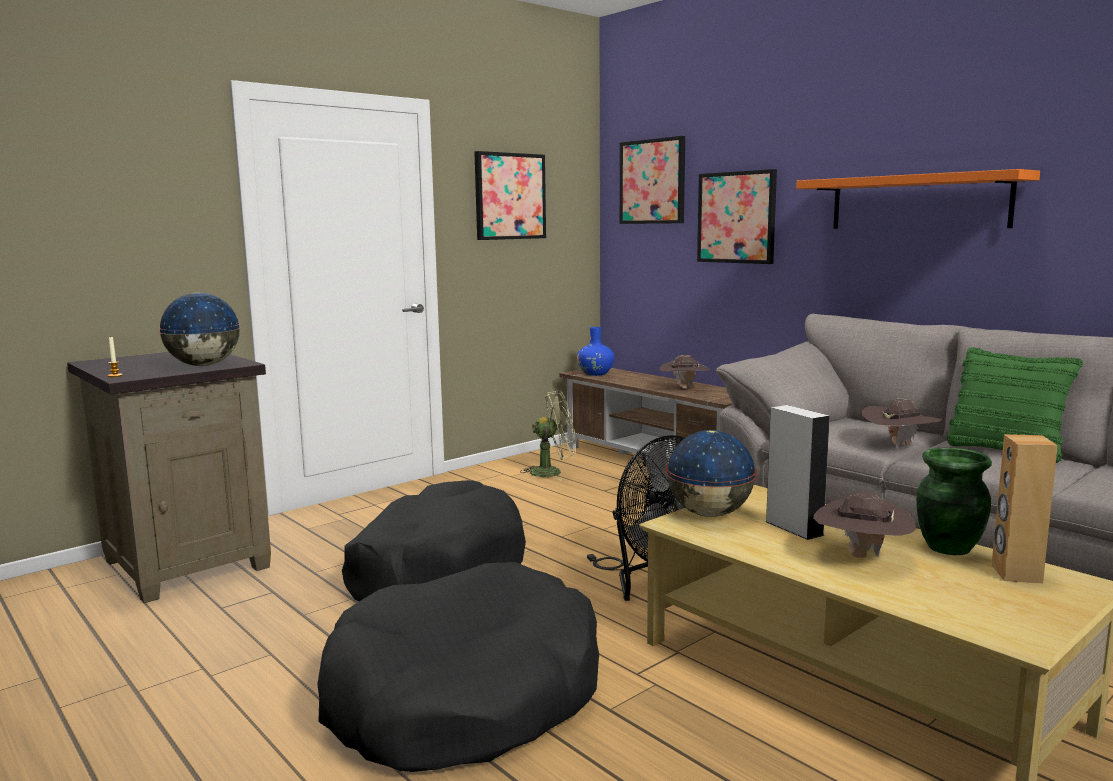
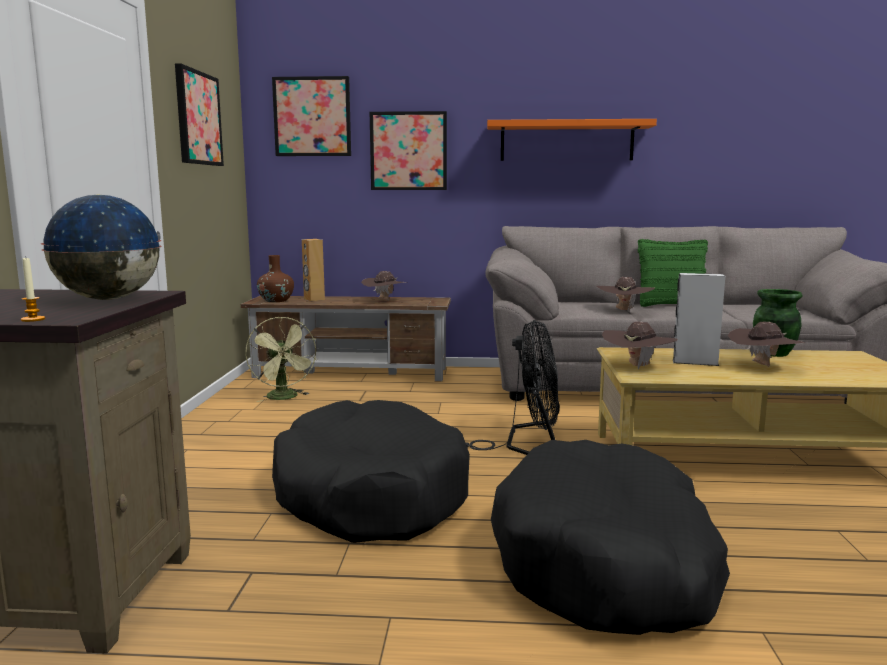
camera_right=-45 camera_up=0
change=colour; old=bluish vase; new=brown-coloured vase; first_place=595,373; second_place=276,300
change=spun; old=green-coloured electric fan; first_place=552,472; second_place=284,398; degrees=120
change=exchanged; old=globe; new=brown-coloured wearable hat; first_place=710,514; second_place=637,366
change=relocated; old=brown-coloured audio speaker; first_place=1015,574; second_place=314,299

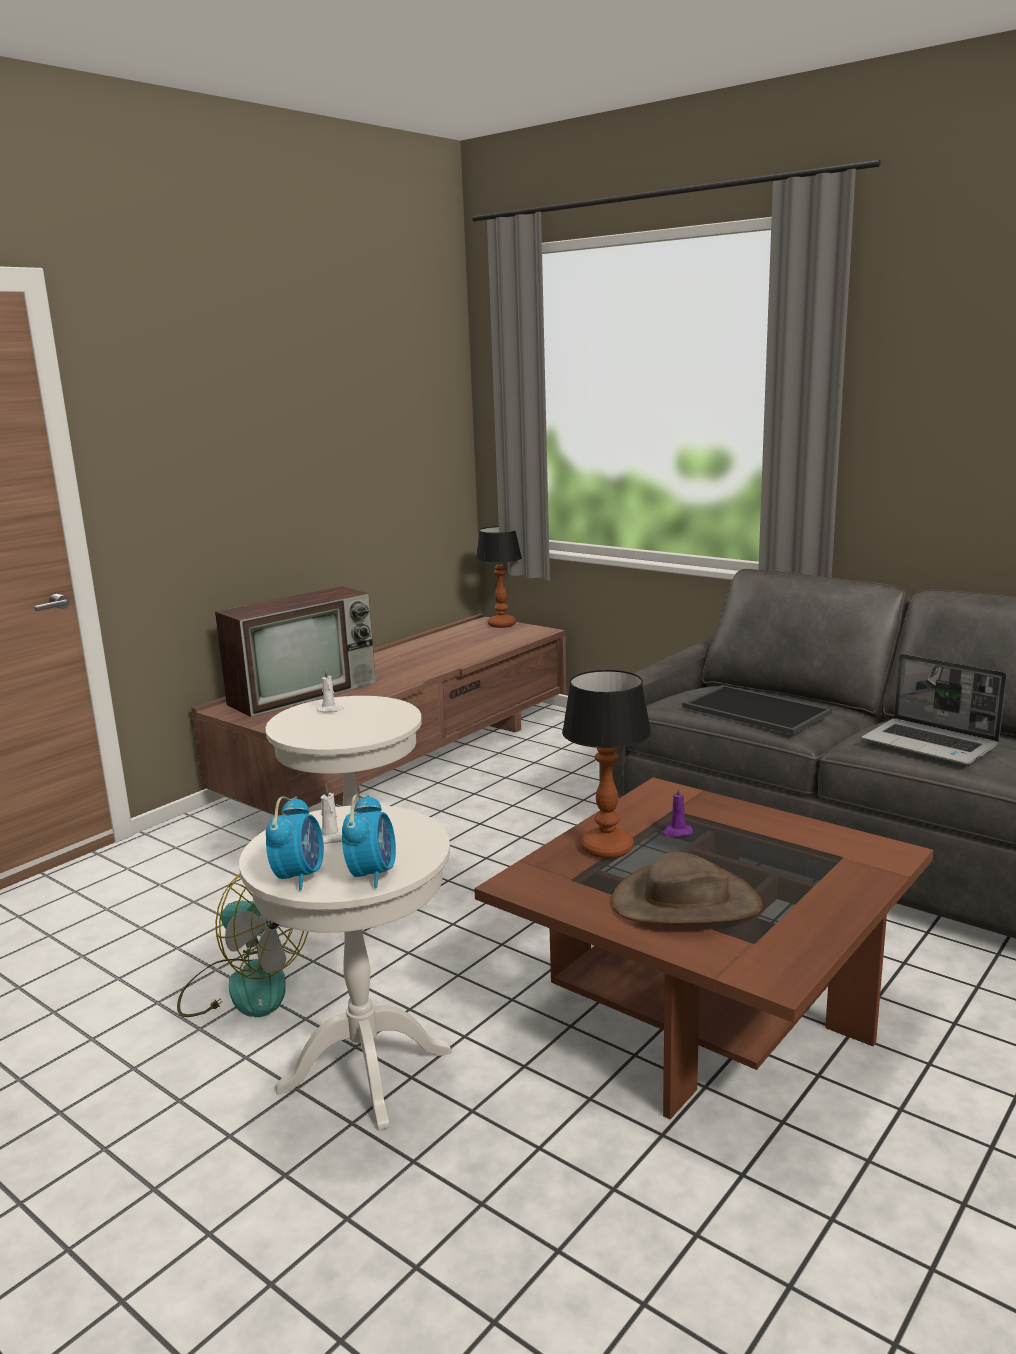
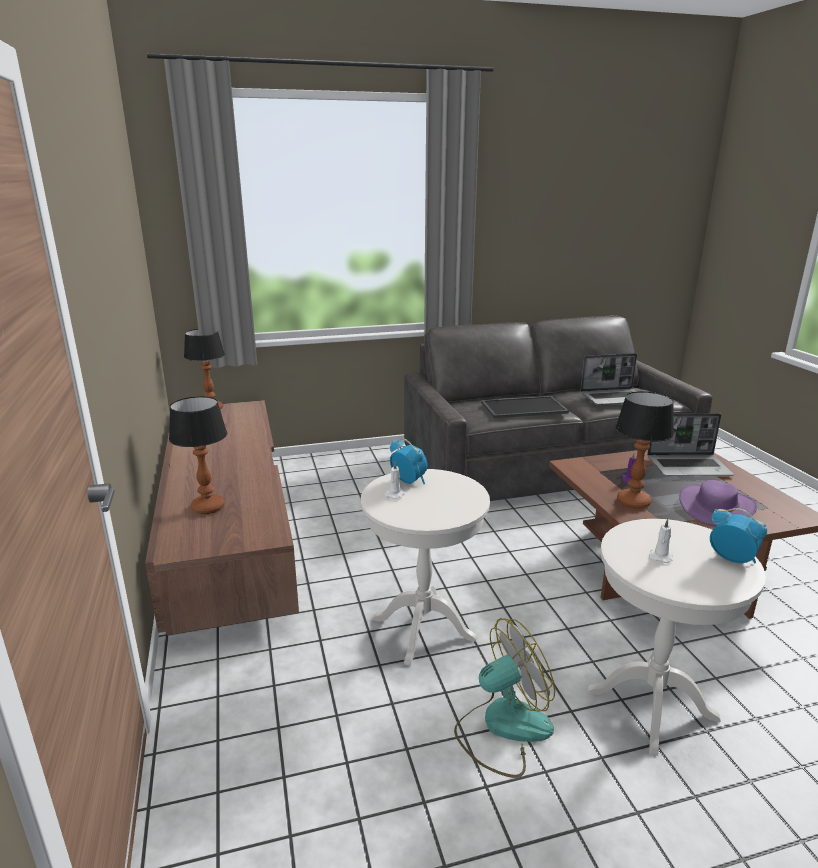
camera_right=-55 camera_up=5
change=exchanged; old=TV; new=tabletop lamp; first_place=305,692; second_place=207,507
change=relocated; old=alarm clock; first_place=299,876; second_place=409,481
change=colour; old=brown-coloured wearable hat; new=purple-coloured wearable hat; first_place=686,903; second_place=716,507
change=appeared; new=laptop; second_place=689,467

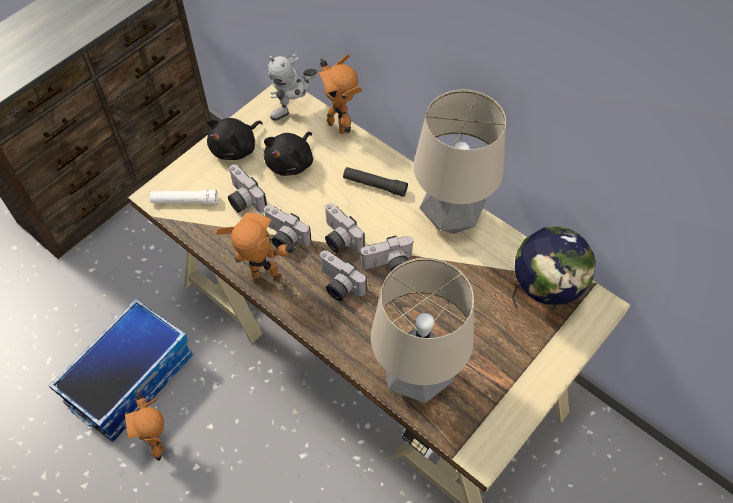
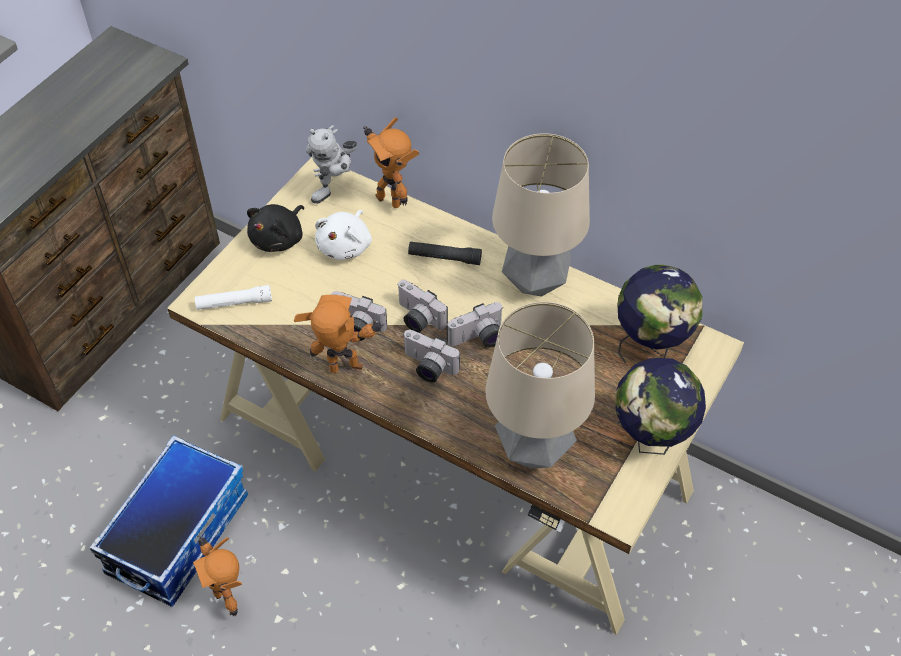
camera_right=-10 camera_up=-5
change=colour; old=black-coloured soft toy; new=white soft toy; first_place=291,162; second_place=346,246
change=missing; old=still camera; first_place=243,200
change=appeared; new=globe; second_place=650,439

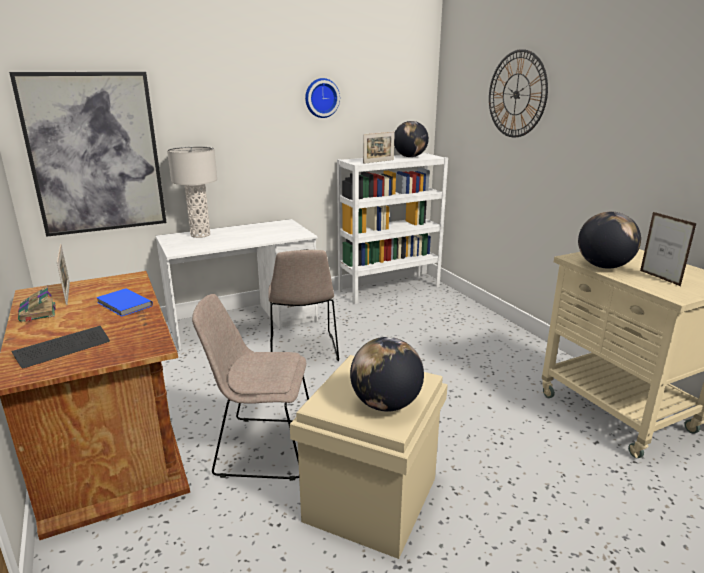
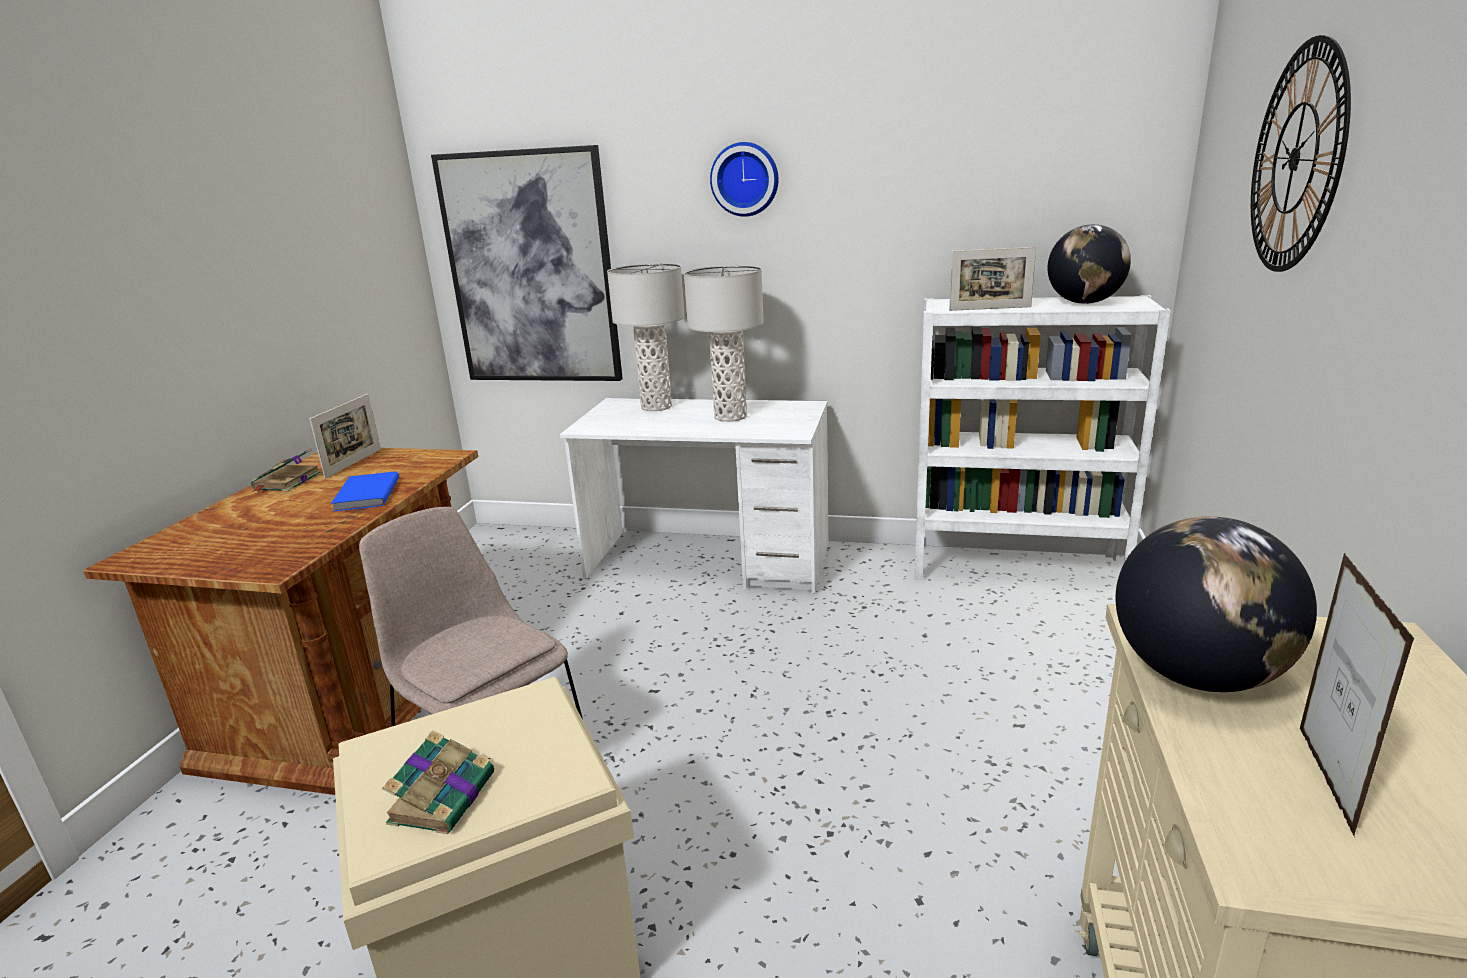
camera_right=40 camera_up=0
change=relocated; old=wall clock; first_place=321,98; second_place=745,179
change=missing; old=sand-coloured upright chair; first_place=303,351
change=missing; old=computer keyboard; first_place=63,348
change=exchanged; old=globe; new=volume; first_place=385,404; second_place=444,796
change=appeared; new=white tabletop lamp; second_place=731,416

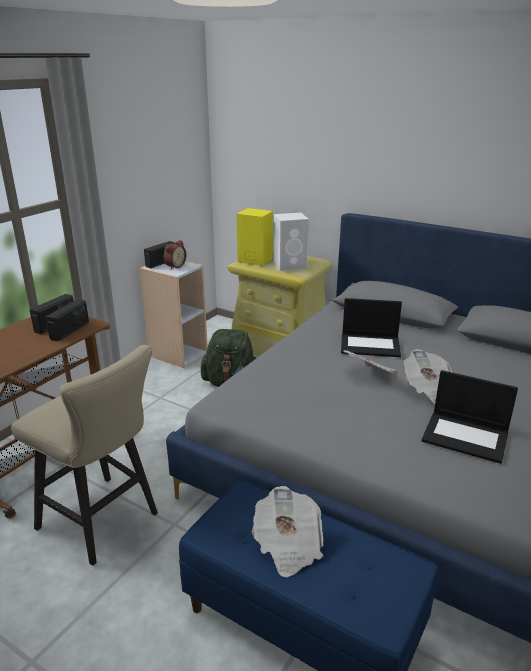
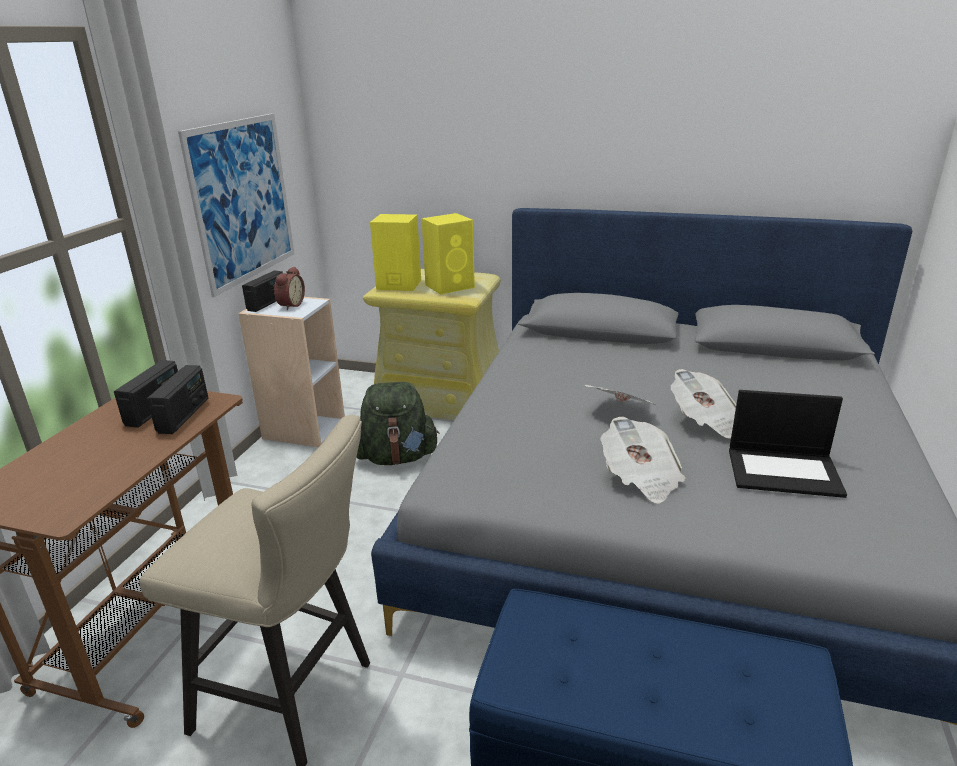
camera_right=-15 camera_up=0
change=colour; old=white audio speaker; new=yellow-coloured audio speaker; first_place=290,265; second_place=451,286
change=missing; old=laptop; first_place=370,345
change=relocated; old=newspaper; first_place=288,545; second_place=641,478
change=appeared; new=wall picture; second_place=243,201

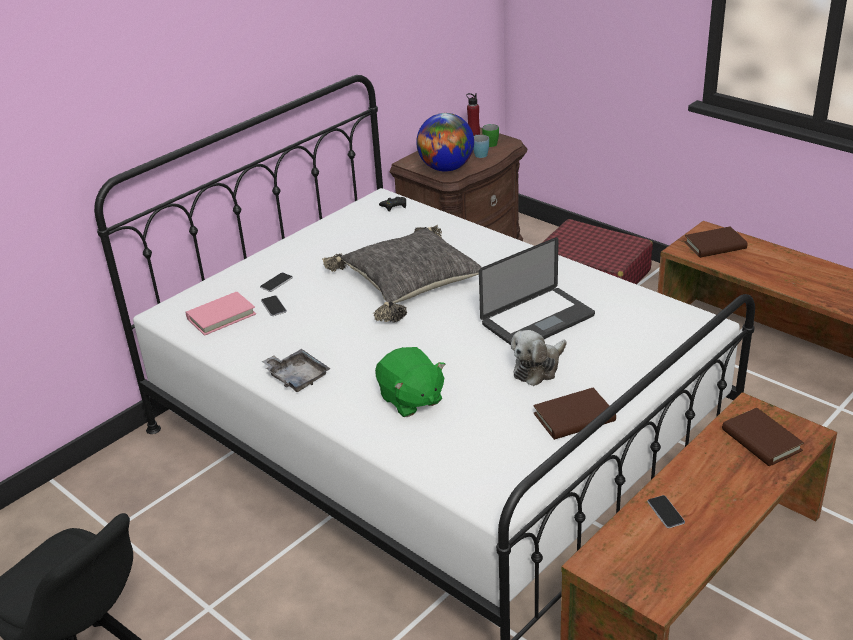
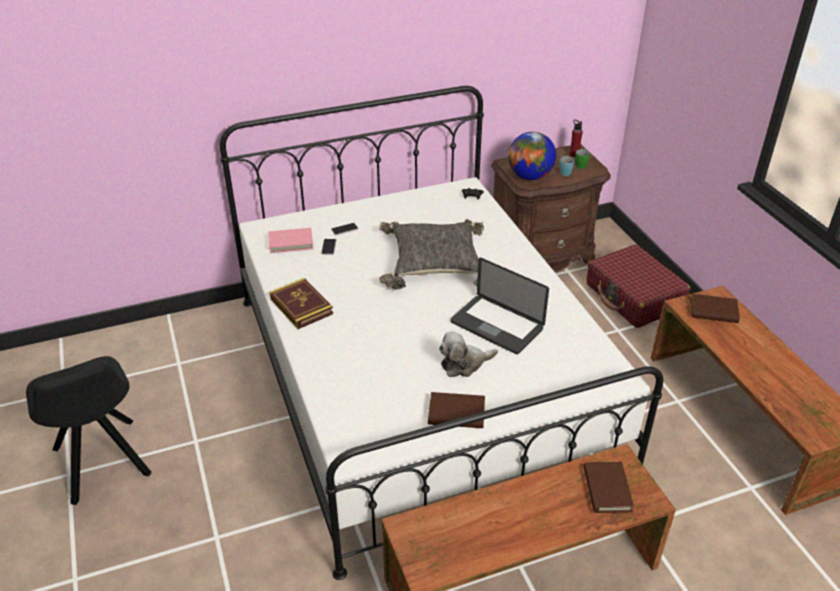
camera_right=25 camera_up=5
change=spun; old=laptop; first_place=537,320; second_place=496,325; degrees=45
change=missing; old=green-coloured soft toy; first_place=411,400
change=exchanged; old=grey carrying tray; new=volume; first_place=297,377; second_place=301,306
change=missing; old=telephone; first_place=665,512

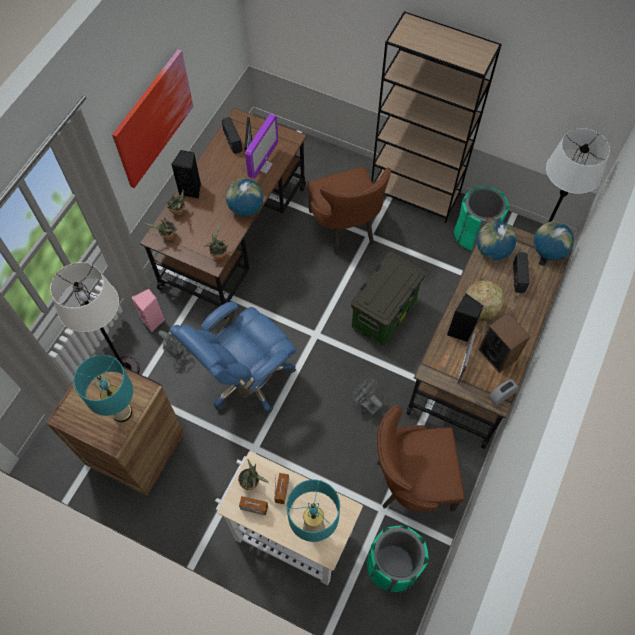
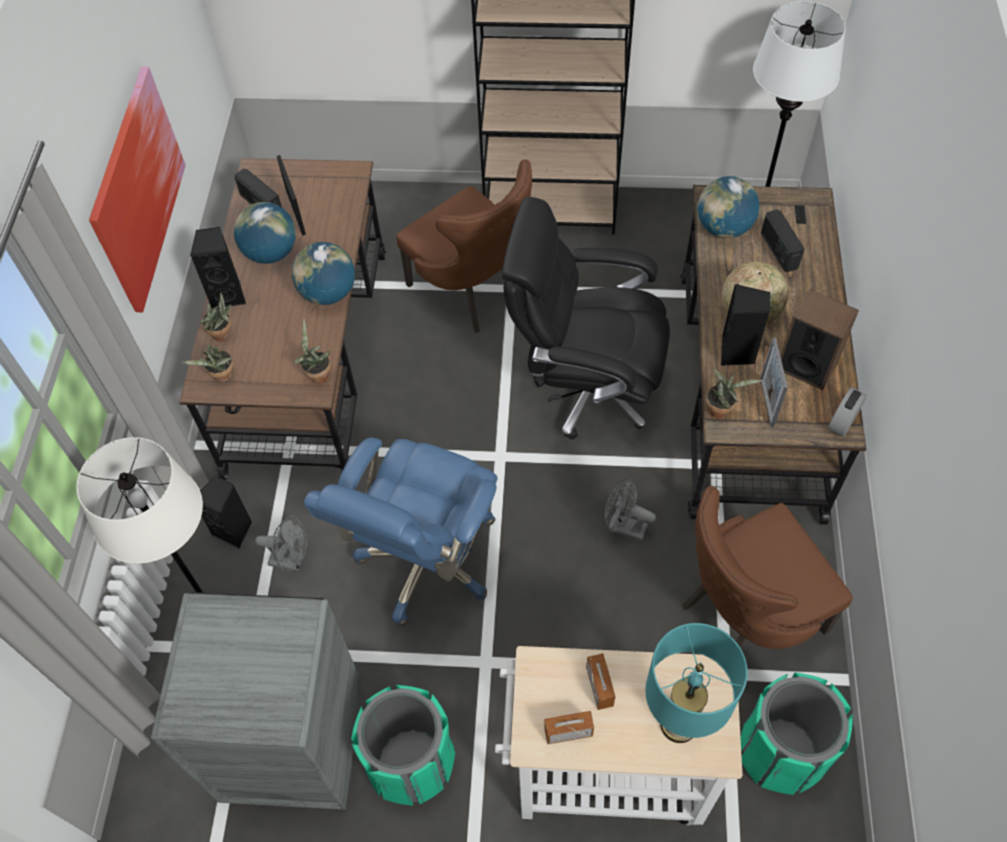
camera_right=-20 camera_up=-5
change=missing; old=computer screen; first_place=262,166
change=relocated; old=green-coloured waste bin; first_place=475,235; second_place=411,761
change=relocated; old=globe; first_place=548,250; second_place=271,252
change=exchanged; old=storage box; new=black-coloured office chair; first_place=384,313; second_place=586,389
change=colour; old=pinkish audio speaker; new=black-coloured audio speaker; first_place=153,320; second_place=234,530
change=colour; old=brown-coloured storage cabinet; new=grey storage cabinet; first_place=135,447; second_place=291,740
change=missing; old=turquoise tabletop lamp; first_place=122,413
change=relocated; old=plant in a pot; first_place=252,482; second_place=720,409

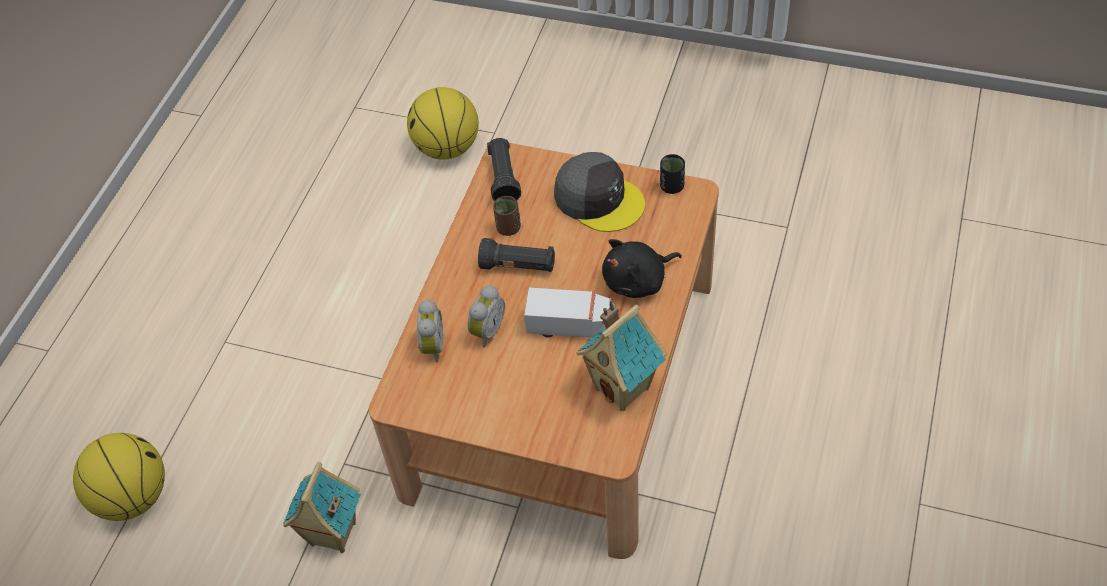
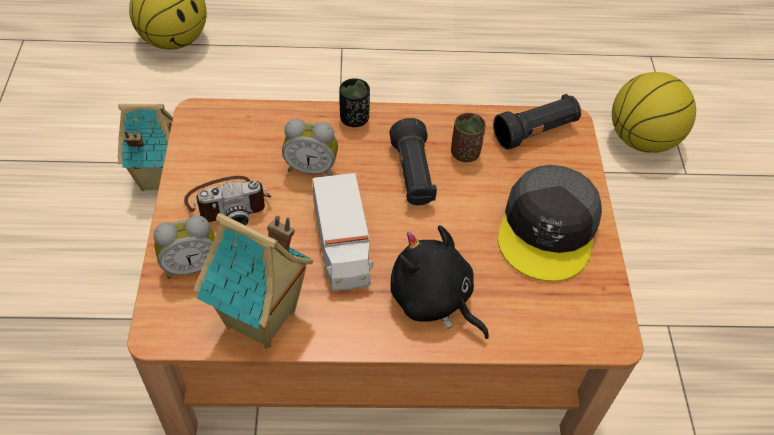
camera_right=65 camera_up=0
change=relocated; old=black-coloured cup; first_place=671,186; second_place=354,119
change=relocated; old=alarm clock; first_place=431,347; second_place=190,265
change=appeared; new=still camera; second_place=228,203

